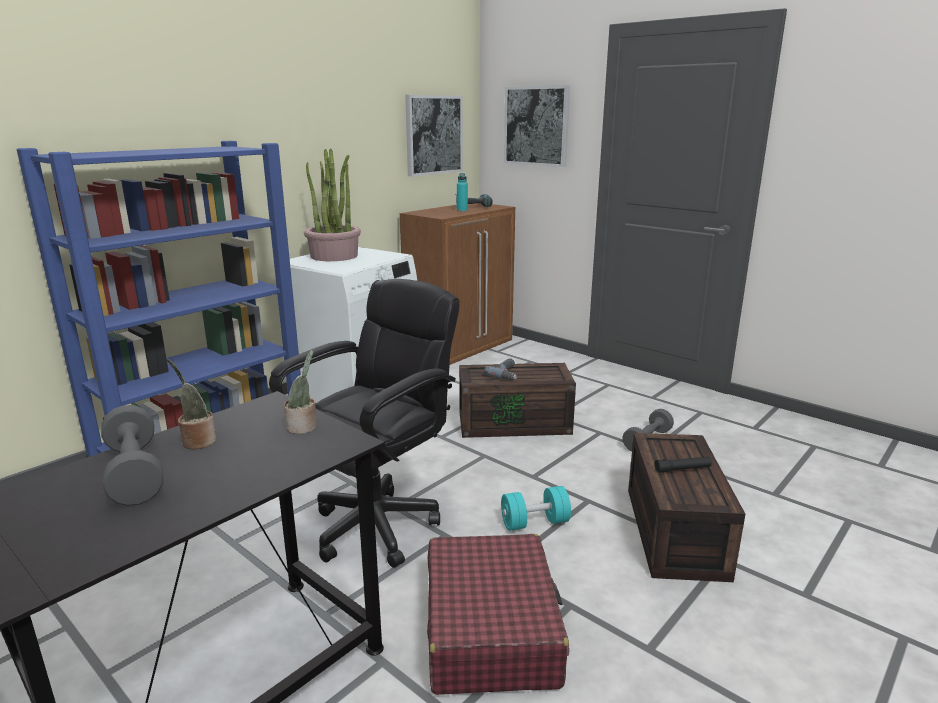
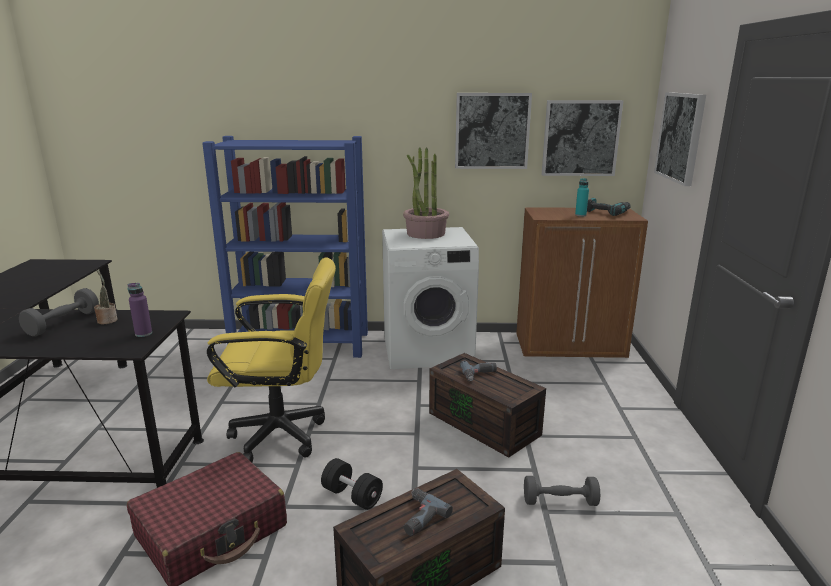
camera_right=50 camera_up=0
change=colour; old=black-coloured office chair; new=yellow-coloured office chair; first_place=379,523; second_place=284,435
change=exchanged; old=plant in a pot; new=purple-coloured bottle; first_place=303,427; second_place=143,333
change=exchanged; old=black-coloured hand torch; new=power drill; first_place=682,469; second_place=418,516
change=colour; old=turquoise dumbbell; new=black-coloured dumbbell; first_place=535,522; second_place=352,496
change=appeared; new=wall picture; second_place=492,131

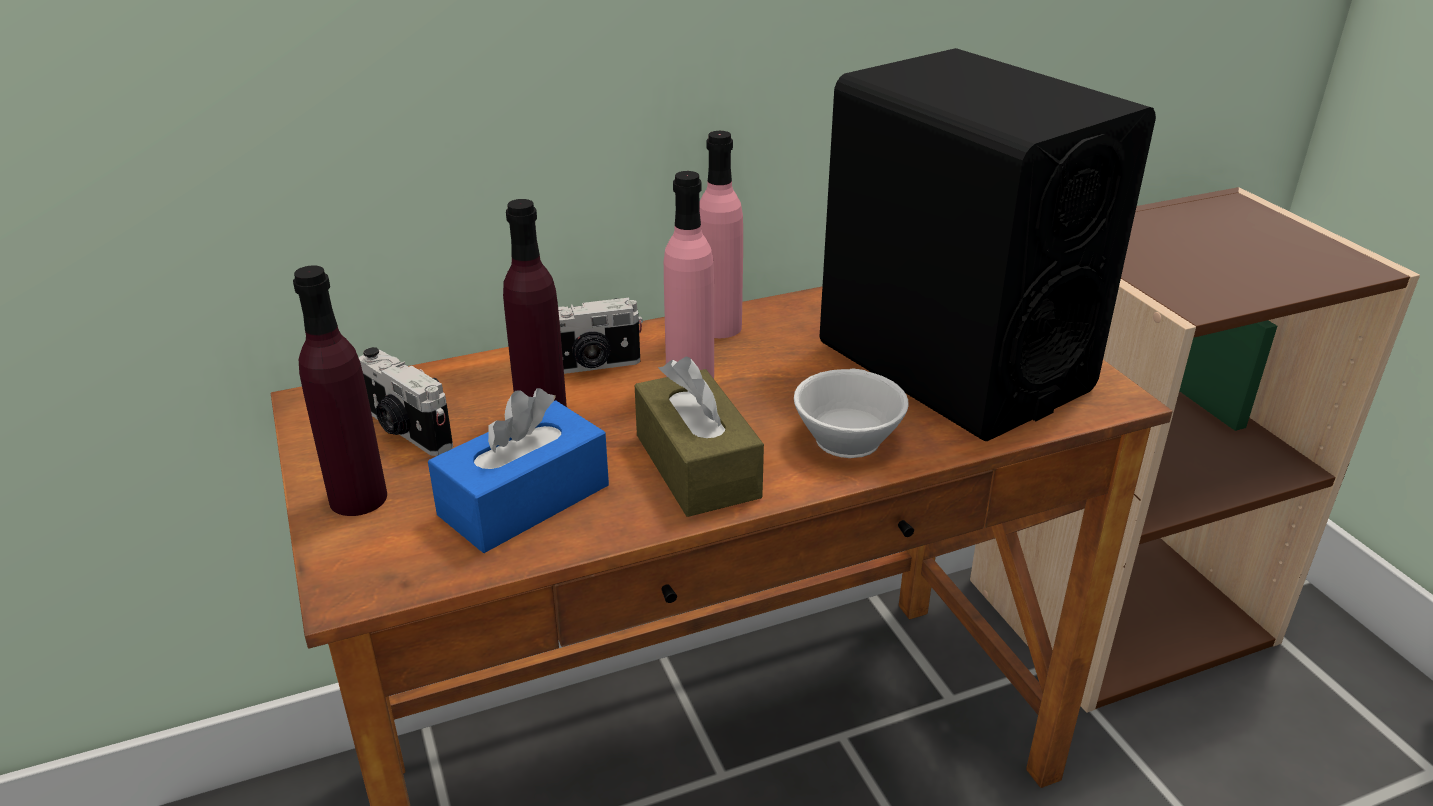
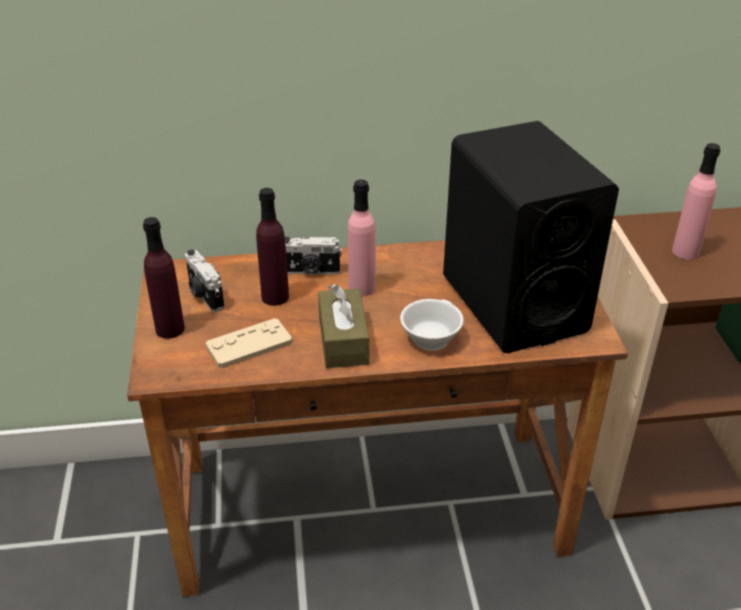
camera_right=15 camera_up=5
change=relocated; old=pinkish bottle; first_place=719,327; second_place=685,251
change=exchanged; old=bluish tissue box; new=sand-coloured gamepad; first_place=524,500; second_place=249,344

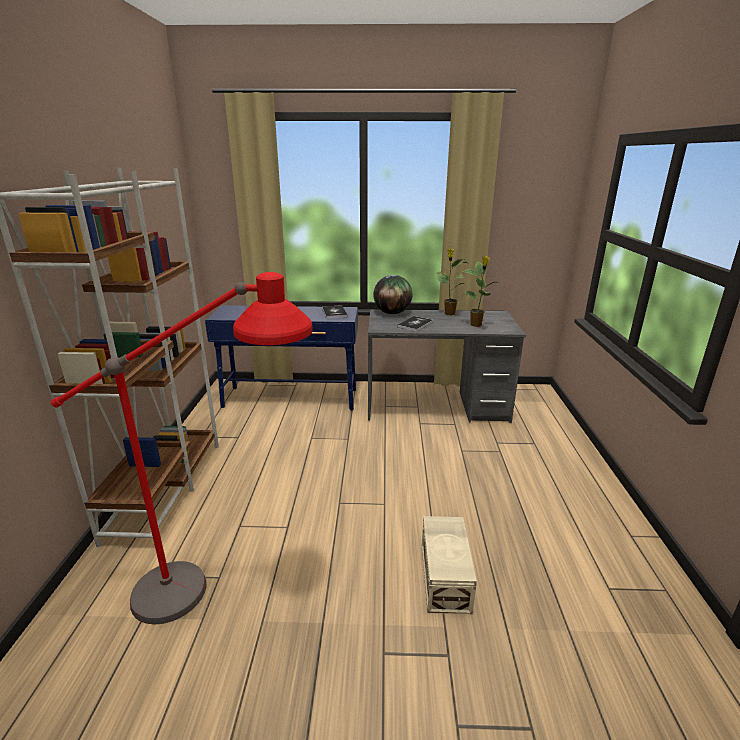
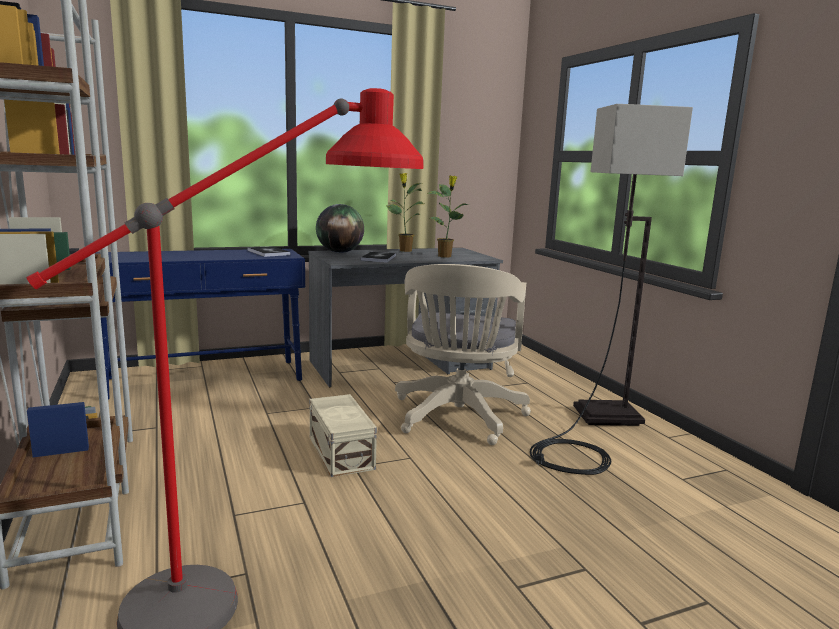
camera_right=-25 camera_up=-10
change=relocated; old=sand-coloured storage box; first_place=446,576; second_place=342,452
change=appeared; new=floor lamp; second_place=586,437
change=appeared; new=sand-coloured office chair; second_place=457,418

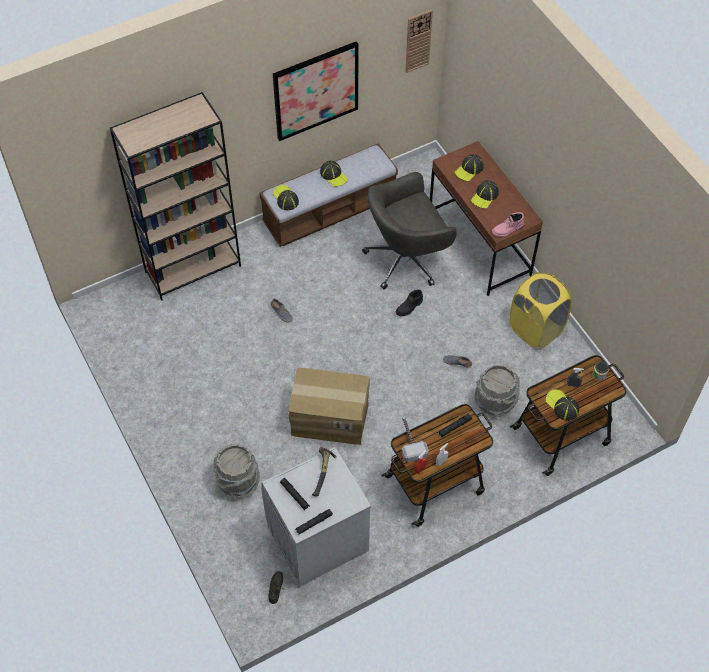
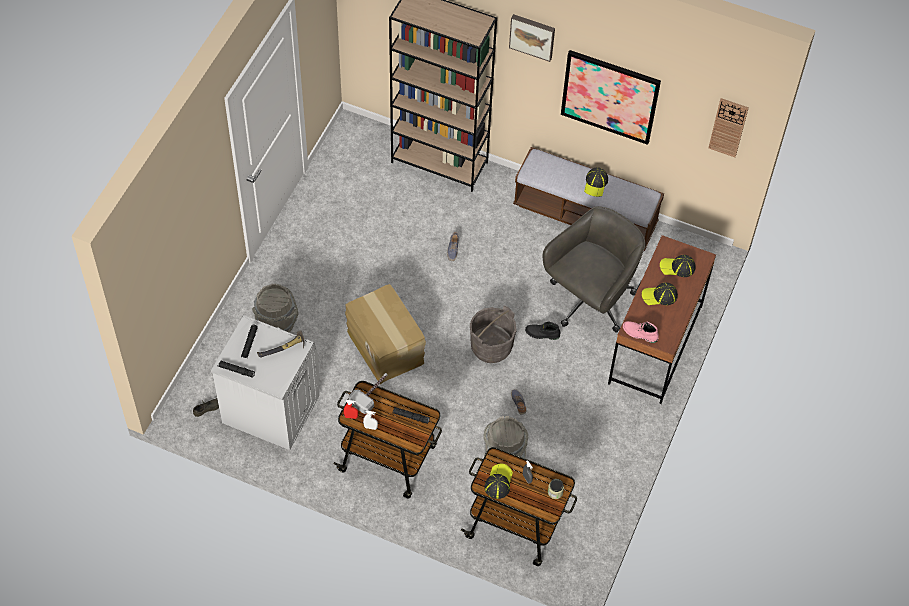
camera_right=50 camera_up=0
change=spun; old=grey office chair; first_place=406,258; second_place=590,301; degrees=105
change=missing; old=cap; first_place=285,198
change=missing; old=yellow-coloured washing basket; first_place=536,329
change=appeared; new=wall picture; second_place=532,36
change=appeared; new=grey water bucket; second_place=491,347

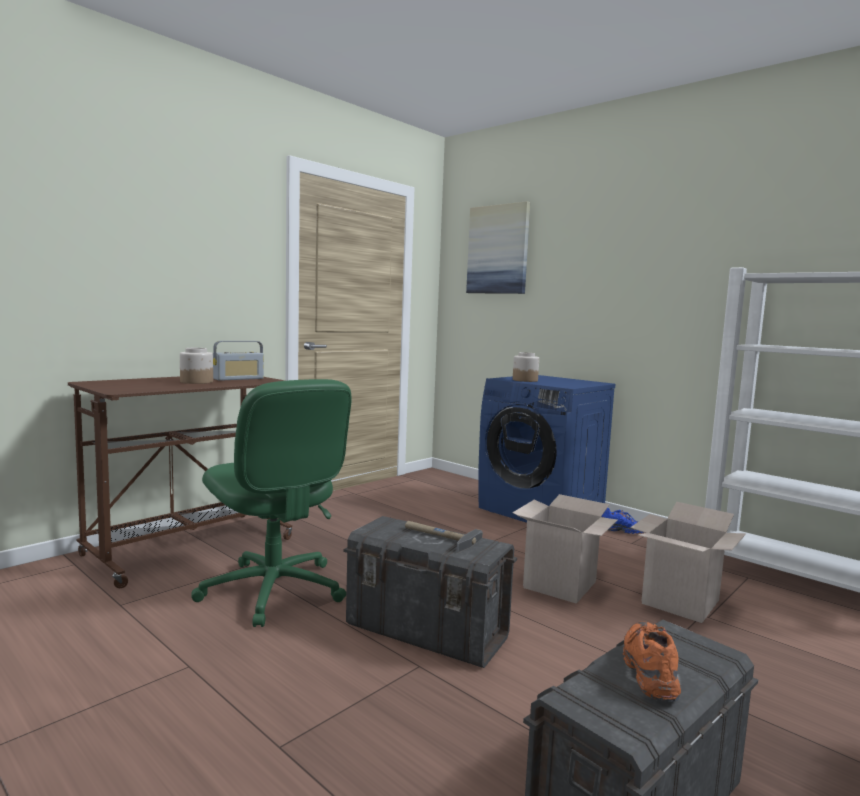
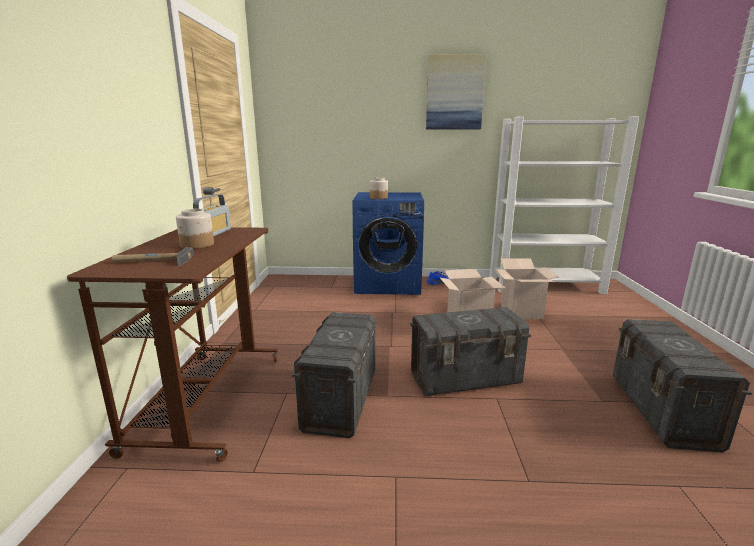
camera_right=-40 camera_up=10
change=relocated; old=wall picture; first_place=498,249; second_place=454,93
change=exchanged; old=green-coloured office chair; new=grey storage box; first_place=273,590; second_place=340,400
change=relocated; old=hand hammer; first_place=438,537; second_place=152,261
change=missing; old=orange-coloured item of footwear; first_place=649,672

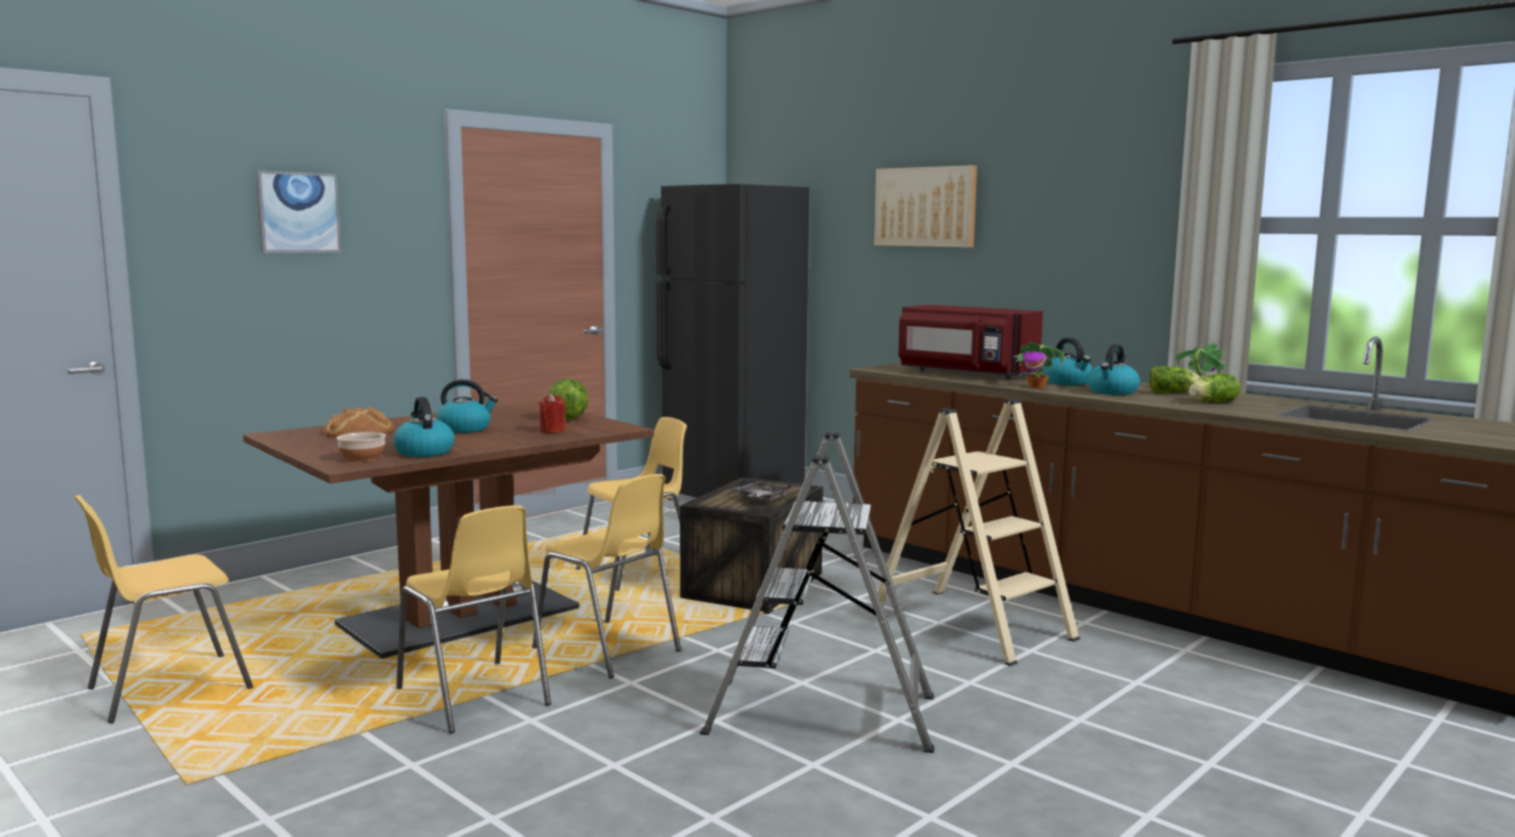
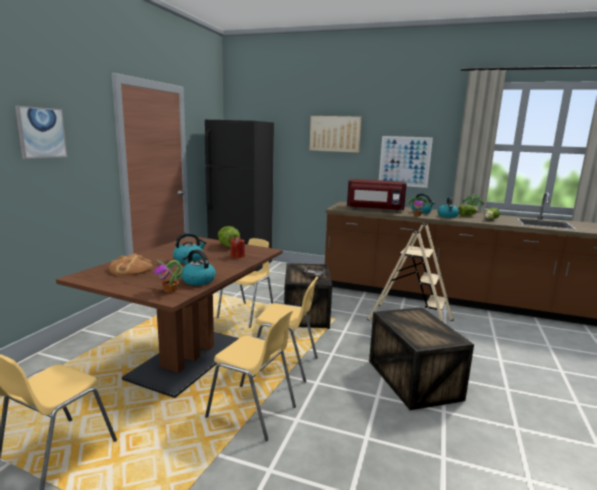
camera_right=-25 camera_up=5
change=exchanged; old=deep dish; new=plant in a pot; first_place=362,458; second_place=170,290
change=exchanged; old=grey step stool; new=shipping crate; first_place=824,713; second_place=414,380
change=appeared; new=wall picture; second_place=404,161

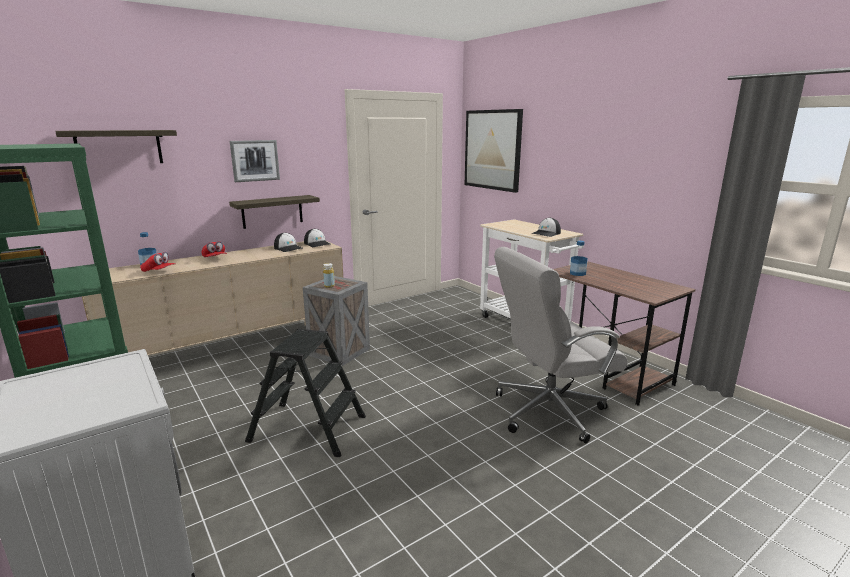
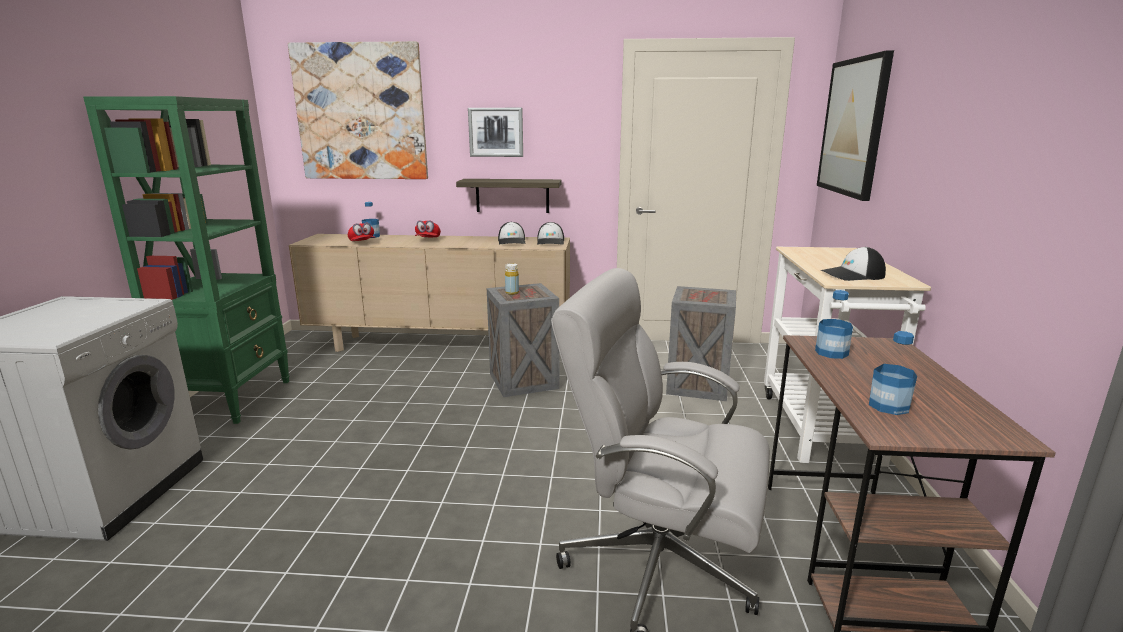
camera_right=40 camera_up=0
change=exchanged; old=bracket shelf; new=wall picture; first_place=119,147; second_place=361,112
change=missing; old=black-coloured step stool; first_place=307,428
change=appeared; new=shipping crate; second_place=699,385
change=appeared; new=bottle; second_place=888,406

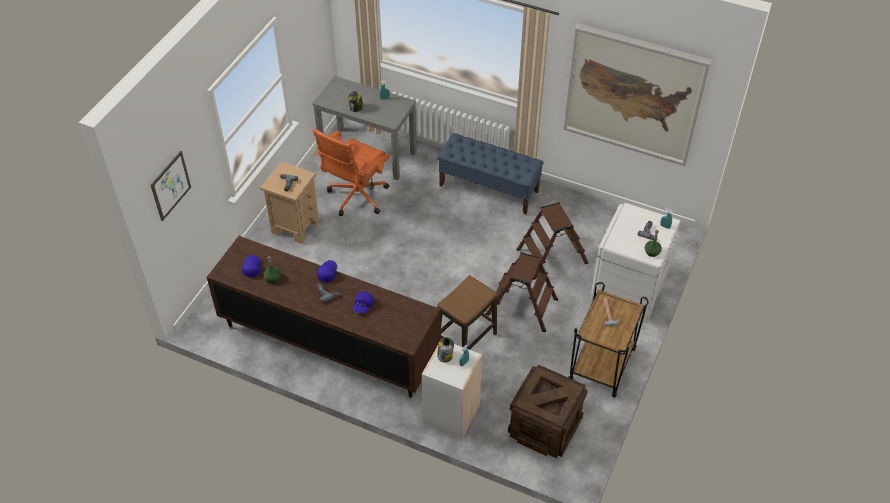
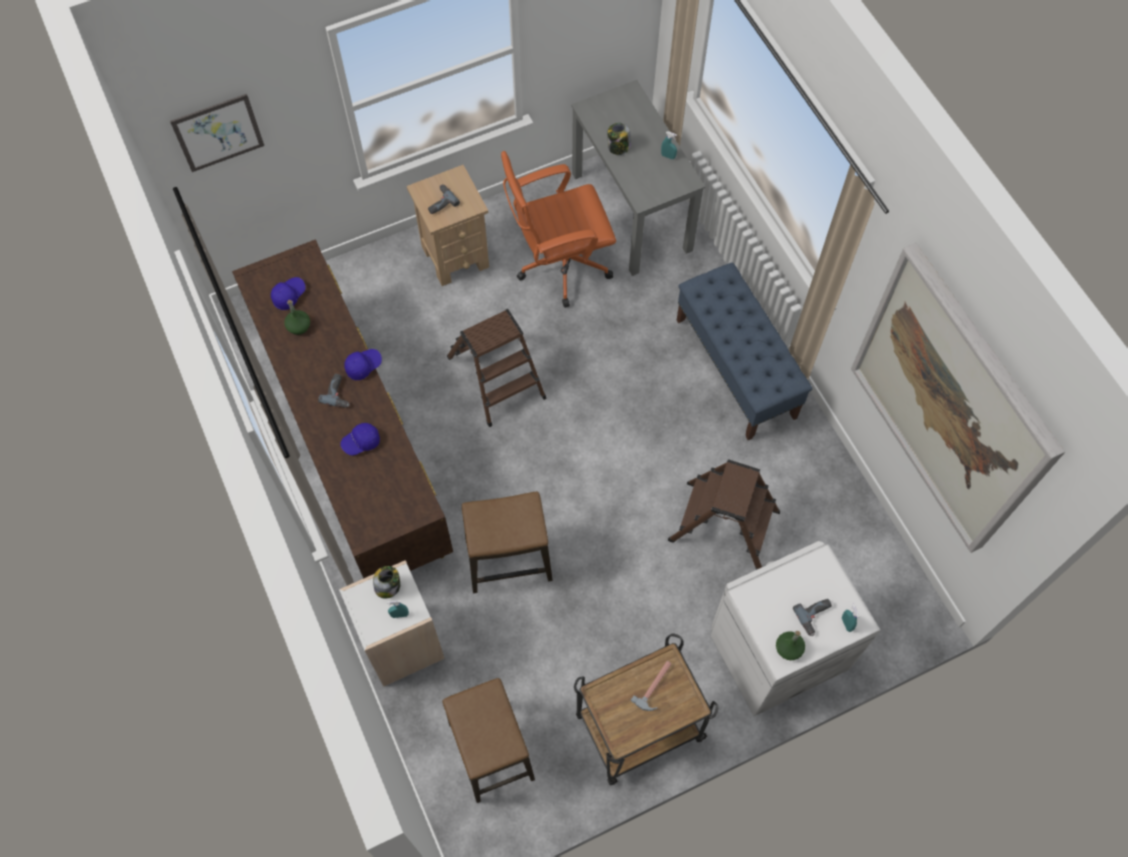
camera_right=40 camera_up=15
change=relocated; old=brown-coloured step stool; first_place=521,306; second_place=496,376
change=exchanged; old=shipping crate; new=stool; first_place=544,426; second_place=491,750

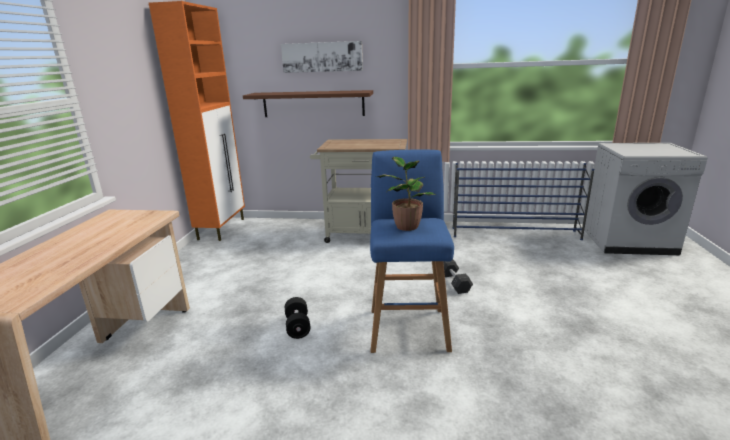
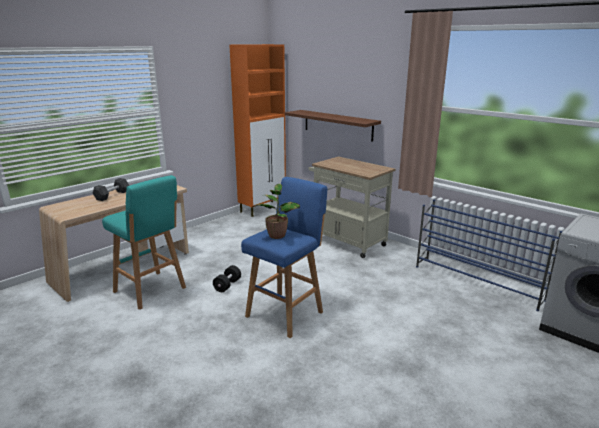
camera_right=35 camera_up=0
change=missing; old=wall picture; first_place=322,57
change=relocated; old=grey dumbbell; first_place=454,282; second_place=112,195
change=appeared; new=turquoise stool; second_place=151,290

